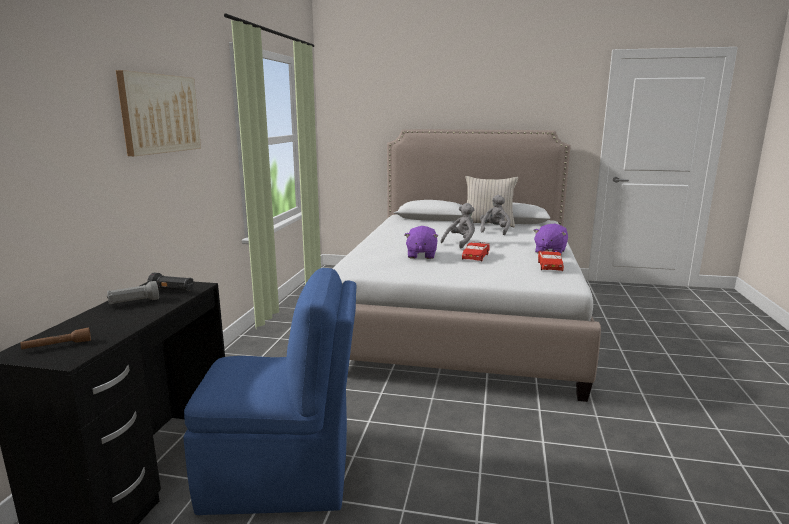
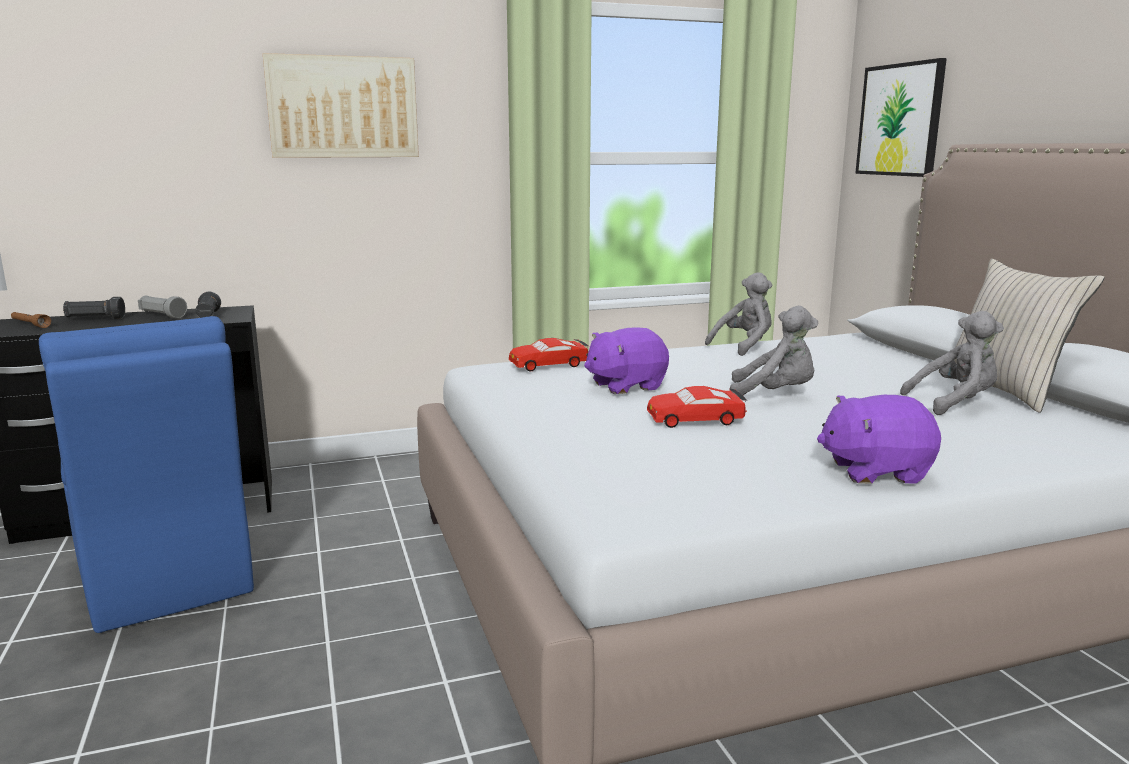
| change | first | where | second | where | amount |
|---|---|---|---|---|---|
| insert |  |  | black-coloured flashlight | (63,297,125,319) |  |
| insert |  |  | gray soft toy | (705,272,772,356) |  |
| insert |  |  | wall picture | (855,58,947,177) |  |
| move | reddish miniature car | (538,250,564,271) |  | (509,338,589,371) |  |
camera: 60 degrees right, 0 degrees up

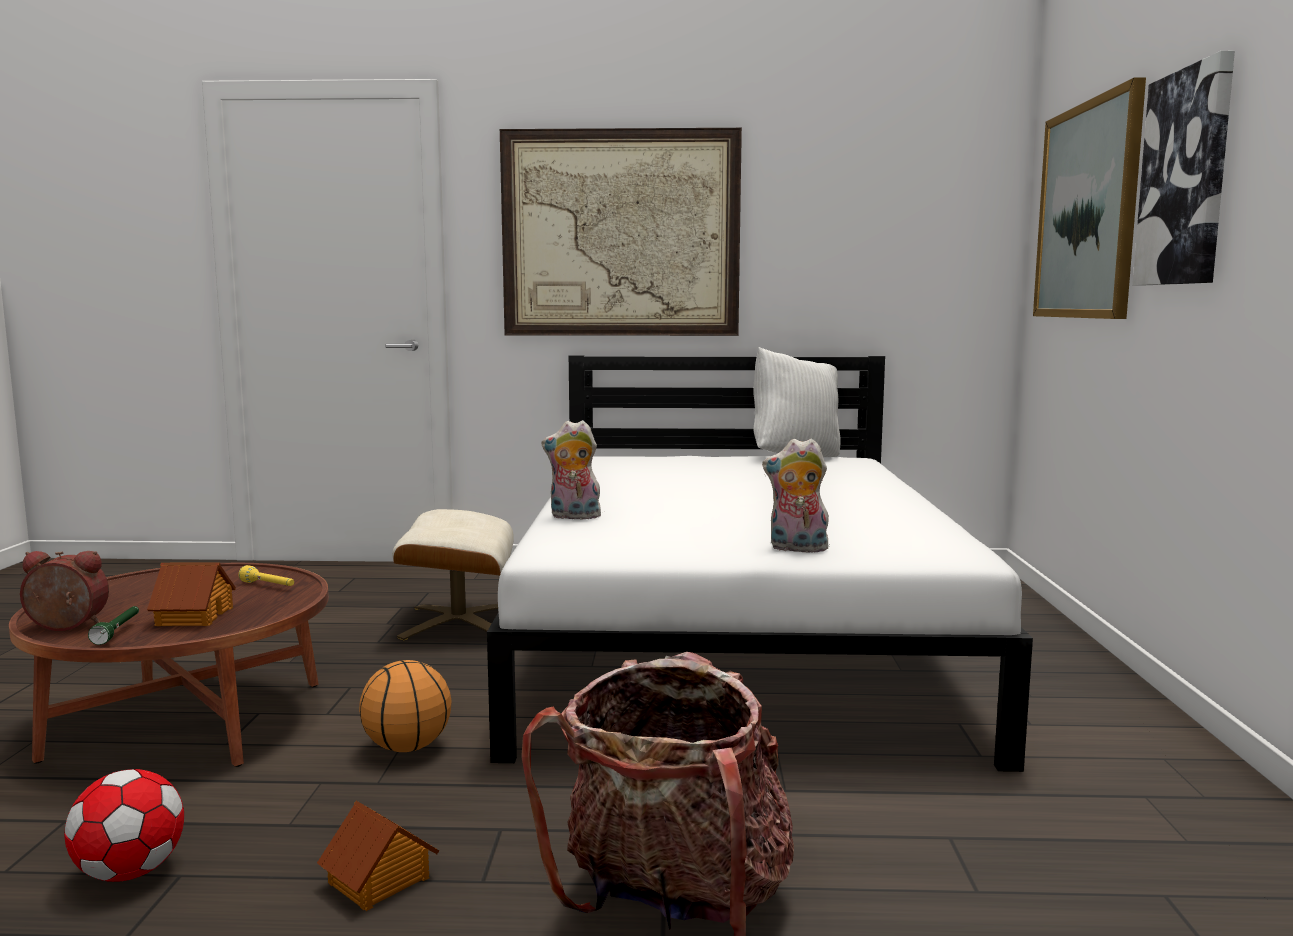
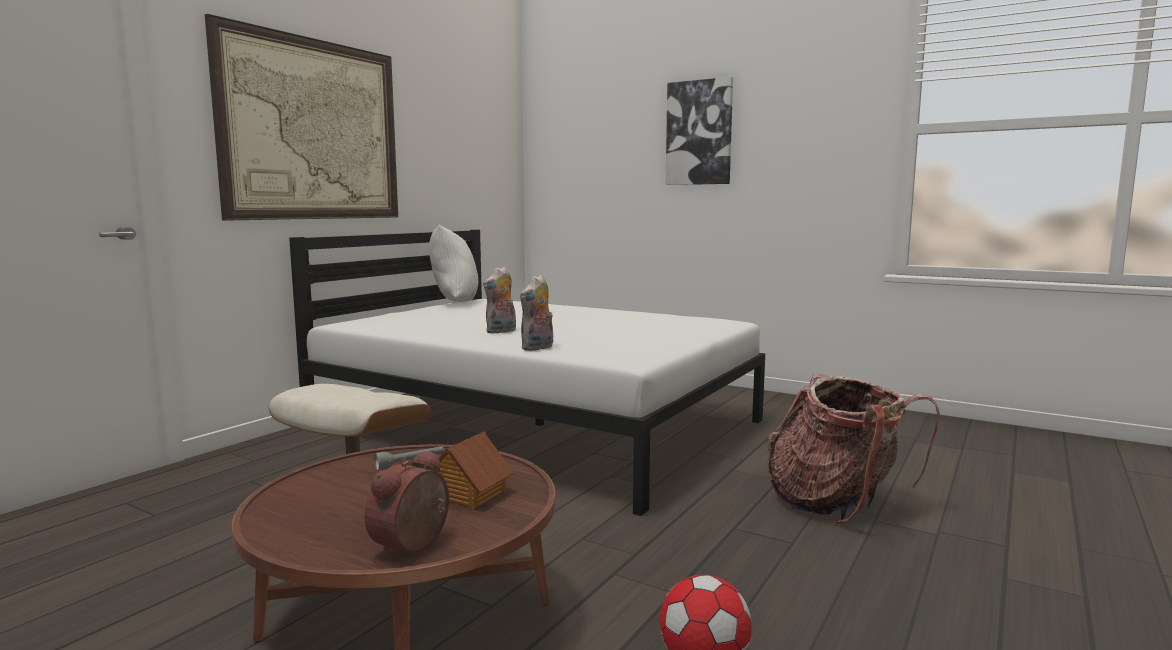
| change | first | where | second | where | amount |
|---|---|---|---|---|---|
| delete | green-coloured flashlight | (88,606,139,645) |  |  |  |
| delete | model house | (317,801,439,911) |  |  |  |
| delete | ball for basketball | (359,660,452,752) |  |  |  |
| delete | wall picture | (1033,77,1146,319) |  |  |  |
| move | soft toy | (762,439,830,552) |  | (483,267,516,334) |  |
| recolor | yellow-coloured flashlight | (239,565,294,586) | gray flashlight | (374,446,444,470) |  |
camera: 60 degrees left, 0 degrees up

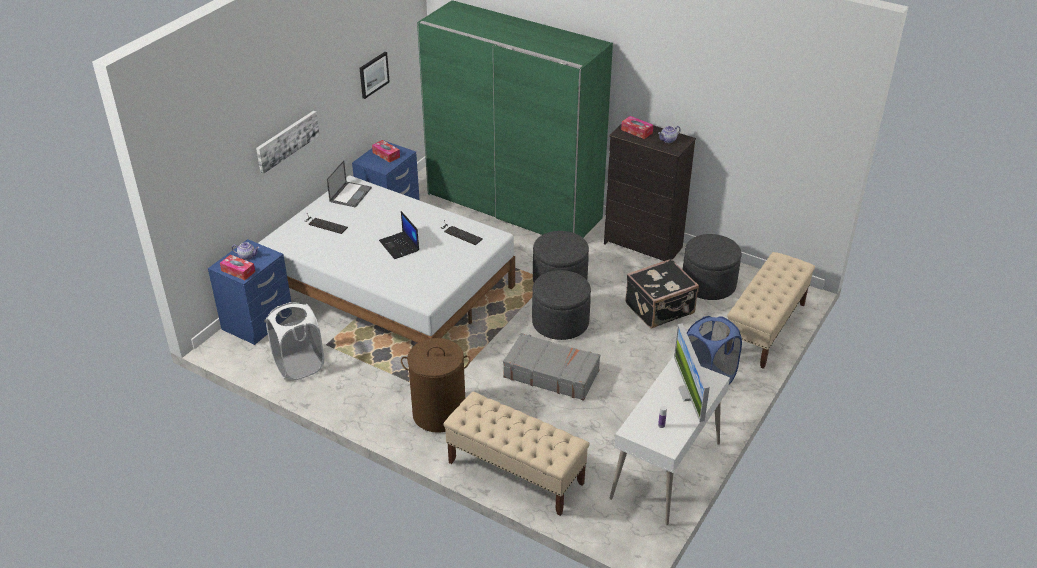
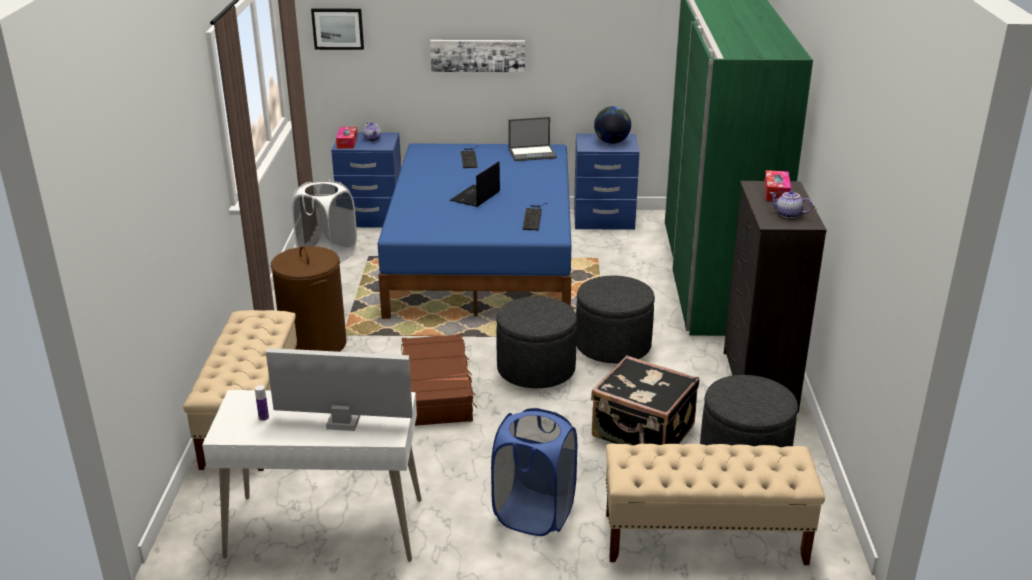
| change | first | where | second | where | amount |
|---|---|---|---|---|---|
| move | wall picture | (360,52,390,99) |  | (311,8,364,50) |  |
| replace | box of tissues | (372,140,400,163) | desk globe | (594,106,631,144) |  |
| recolor | white sleeping bed | (258,175,515,343) | blue-coloured sleeping bed | (378,143,571,319) |  |
| recolor | gray suitcase | (503,333,600,401) | brown suitcase | (401,334,477,426) |  |
| rotate | monitor | (674,323,710,422) |  | (266,348,413,431) | 45 degrees clockwise |
camera: 60 degrees right, 10 degrees down

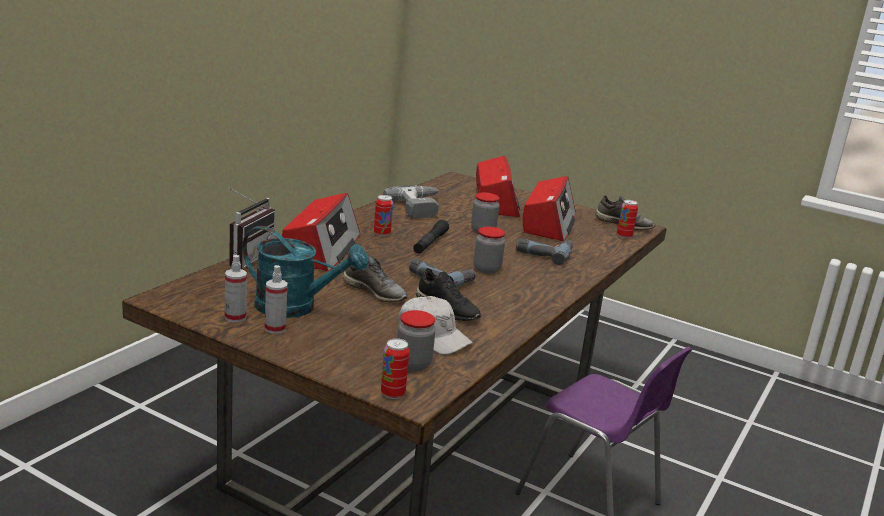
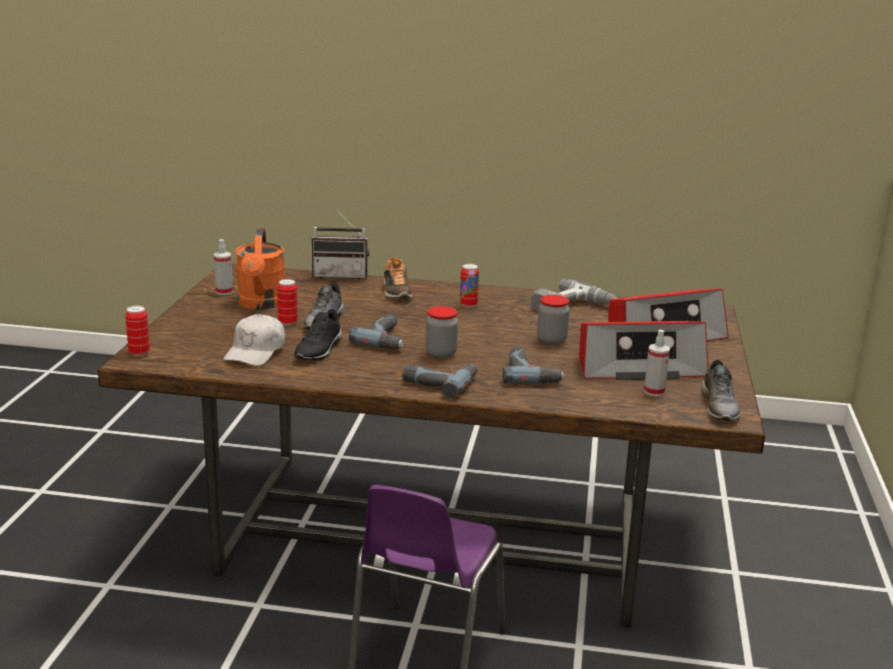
| change | first | where | second | where | amount |
|---|---|---|---|---|---|
| delete | storage jar | (397,310,436,372) |  |  |  |
| delete | black-coloured flashlight | (413,220,449,254) |  |  |  |
| insert |  |  | power drill | (402,363,477,398) |  |
| move | sprayer | (265,265,288,334) |  | (644,330,670,396) |  |
| move | metal can | (617,200,638,239) |  | (277,279,298,326) |  |
| replace | radio receiver | (282,193,360,271) | shoe | (384,257,412,299) |  |
| recolor | blue-green watering can | (242,226,368,318) | orangey watering can | (236,228,285,309) |  |
camera: 70 degrees right, 0 degrees up

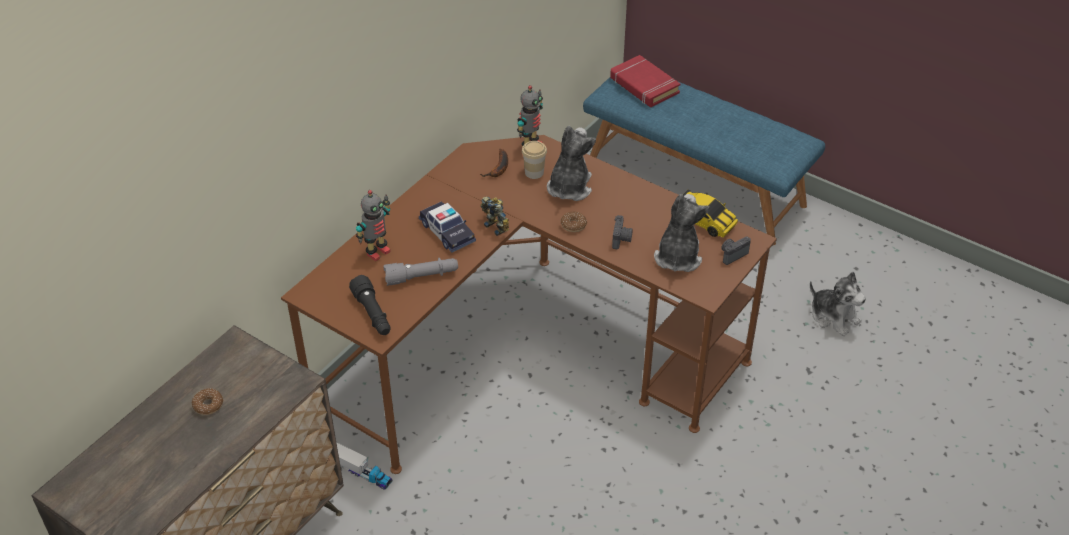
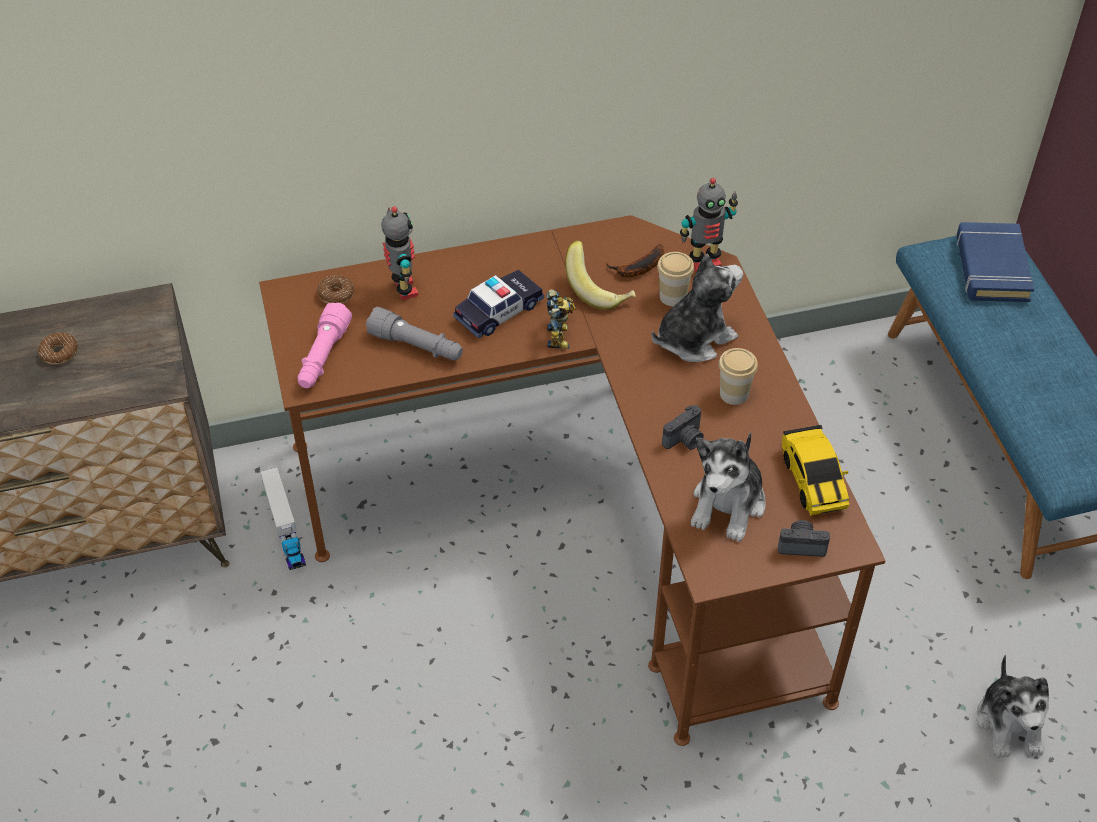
| change | first | where | second | where | amount |
|---|---|---|---|---|---|
| insert |  |  | whole banana | (565,241,636,310) |  |
| insert |  |  | small cup | (719,348,758,405) |  |
| move | ring doughnut | (561,212,587,232) |  | (317,275,354,304) |  |
| recolor | black-coloured flashlight | (349,275,391,335) | pinkish flashlight | (298,303,352,388) |  |
| recolor | reddish volume | (610,55,680,107) | blue-coloured volume | (957,222,1034,302) |  |
| rotate | robot figure | (356,190,391,261) |  | (381,206,418,300) | 105 degrees counterclockwise |
| rotate | miniature car | (419,201,476,252) |  | (453,270,544,339) | 135 degrees counterclockwise |
| rotate | soft toy | (654,194,710,272) |  | (691,432,766,542) | 150 degrees clockwise |
camera: 40 degrees right, 5 degrees up

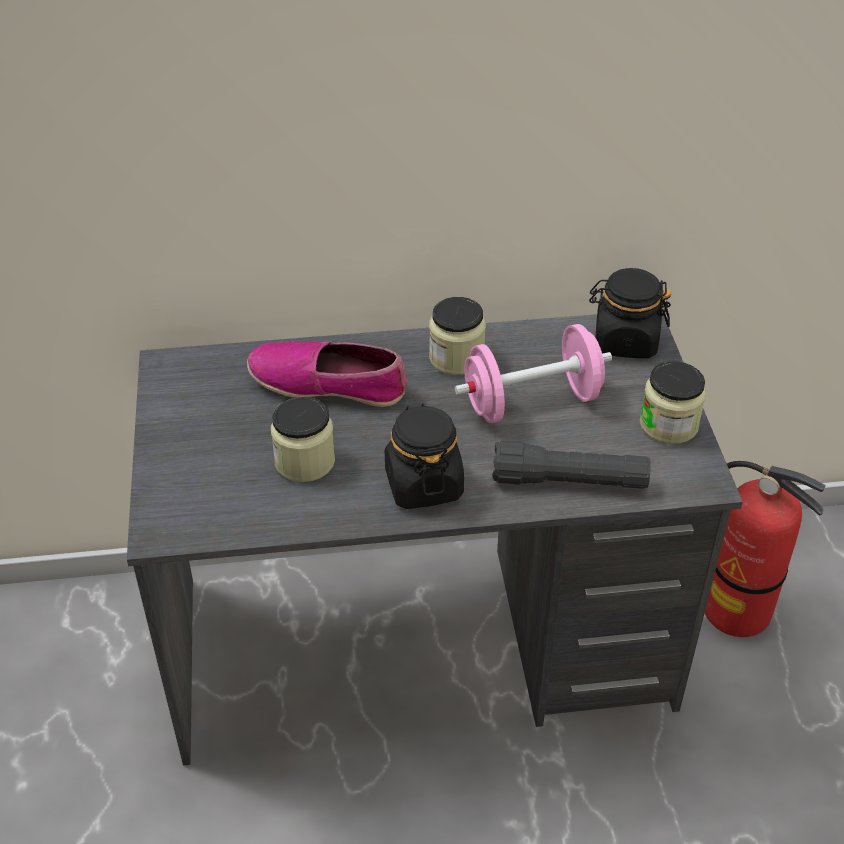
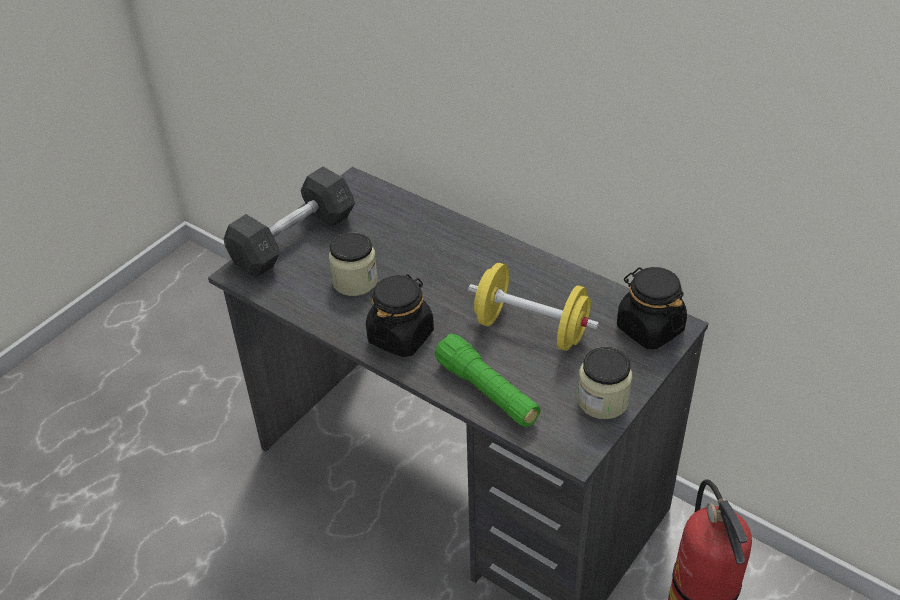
| change | first | where | second | where | amount |
|---|---|---|---|---|---|
| delete | shoe | (247,341,407,407) |  |  |  |
| delete | storage jar | (429,297,486,375) |  |  |  |
| insert |  |  | gray dumbbell | (224,166,355,278) |  |
| recolor | pinkish dumbbell | (455,324,612,423) | yellow-coloured dumbbell | (468,263,599,351) |  |
| recolor | black-coloured flashlight | (492,441,651,489) | green-coloured flashlight | (434,334,541,427) |  |
camera: 45 degrees right, 0 degrees up

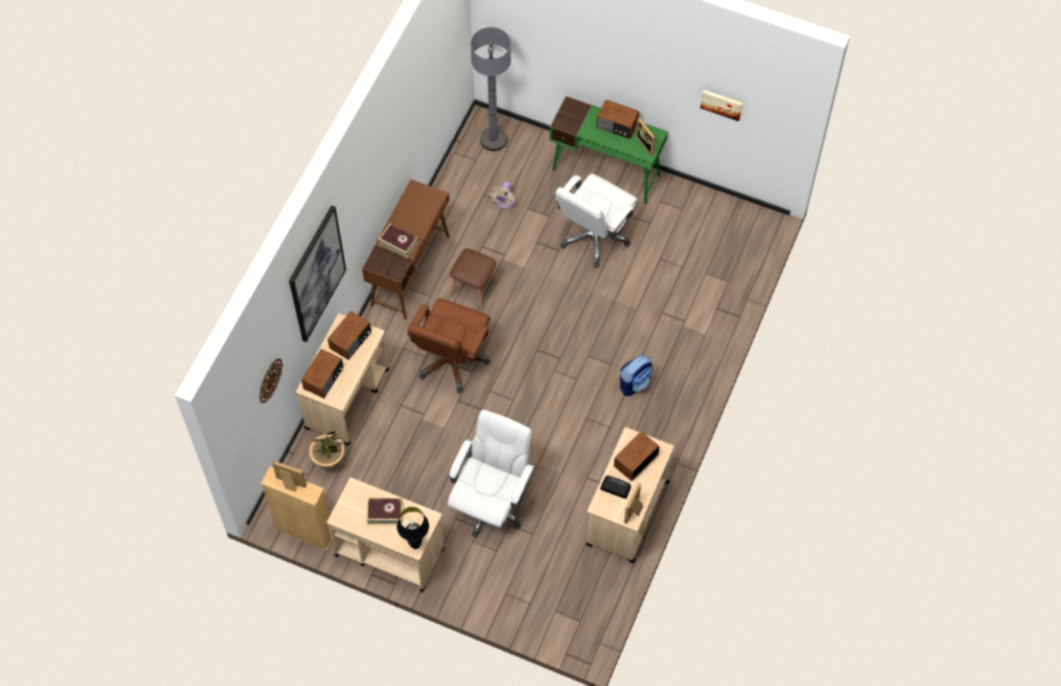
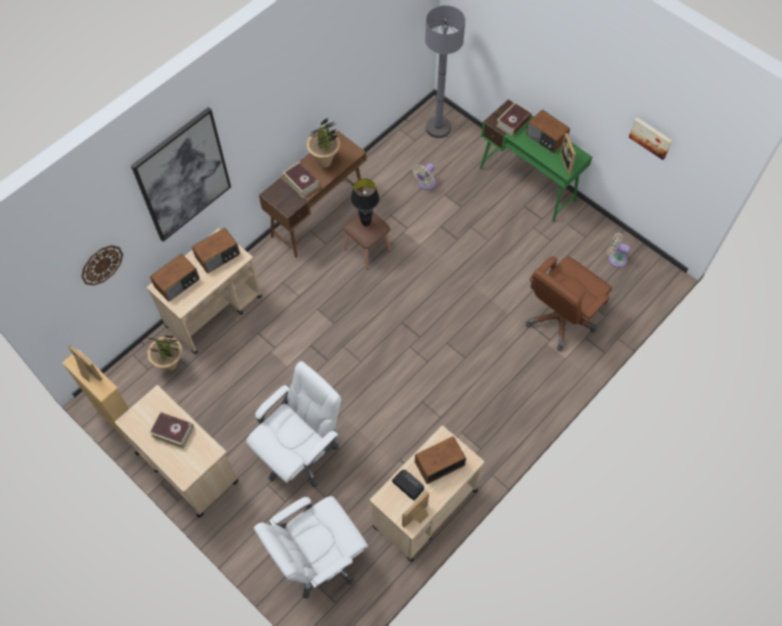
| change | first | where | second | where | amount |
|---|---|---|---|---|---|
| delete | backpack | (620,355,653,396) |  |  |  |
| insert |  |  | plant in a pot | (307,117,340,168) |  |
| insert |  |  | volume | (496,102,531,136) |  |
| insert |  |  | beige-coloured fan | (607,232,631,267) |  |
| move | black-coloured lamp for a table | (397,507,429,549) |  | (351,179,379,226) |  |
| move | brown computer chair | (407,298,490,393) |  | (526,256,612,351) |  |
| move | white computer chair | (555,174,638,267) |  | (254,496,368,599) |  |
camera: 20 degrees right, 0 degrees up

